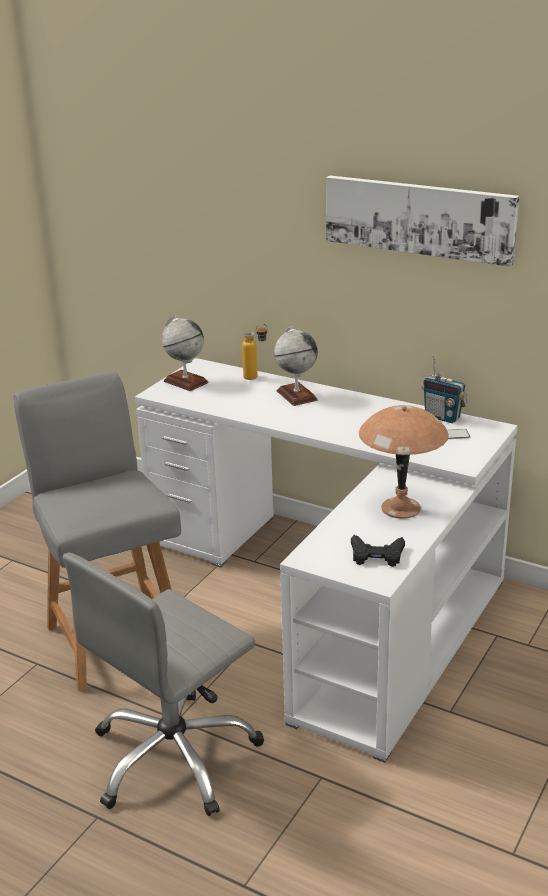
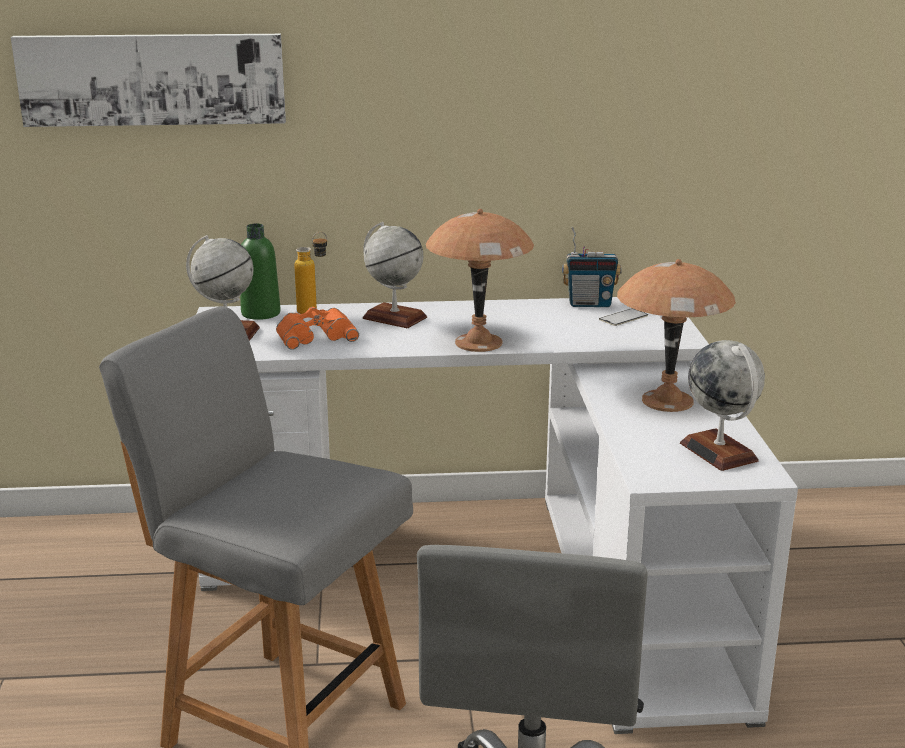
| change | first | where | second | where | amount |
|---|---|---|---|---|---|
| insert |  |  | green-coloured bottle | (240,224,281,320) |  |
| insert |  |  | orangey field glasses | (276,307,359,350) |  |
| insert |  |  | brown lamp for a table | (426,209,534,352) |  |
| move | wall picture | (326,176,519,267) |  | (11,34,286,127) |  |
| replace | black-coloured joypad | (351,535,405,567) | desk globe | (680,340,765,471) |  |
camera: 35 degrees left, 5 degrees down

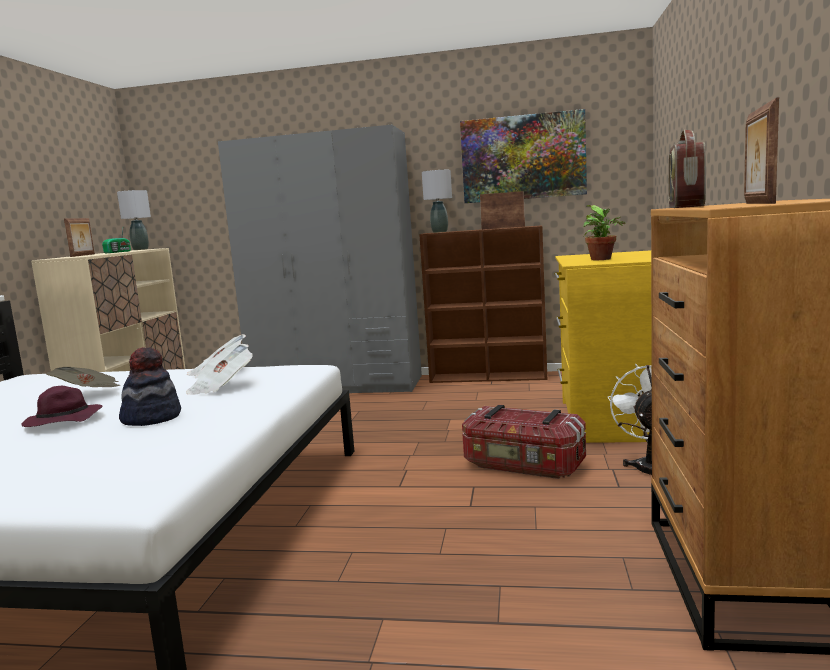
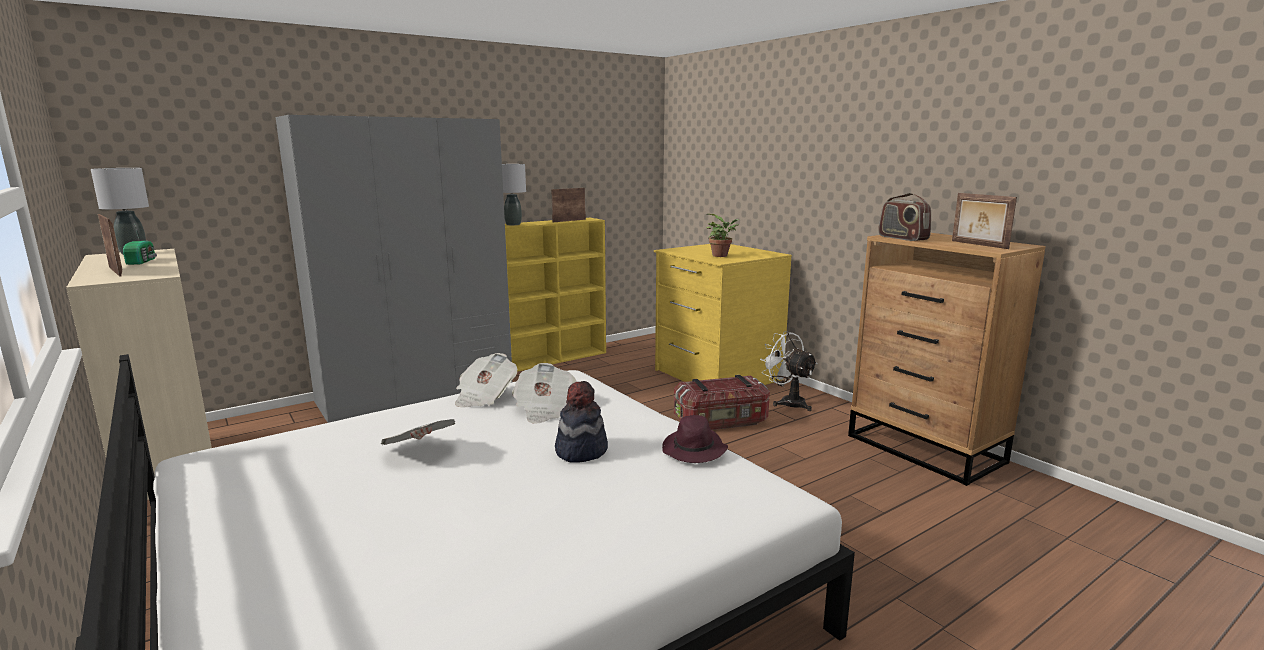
| change | first | where | second | where | amount |
|---|---|---|---|---|---|
| delete | wall picture | (460,109,587,203) |  |  |  |
| move | purple-coloured clothing hat | (22,386,102,427) |  | (662,415,728,463) |  |
| recolor | brown bookshelf | (419,226,547,383) | yellow-coloured bookshelf | (505,218,606,372) |  |
camera: 45 degrees left, 5 degrees up

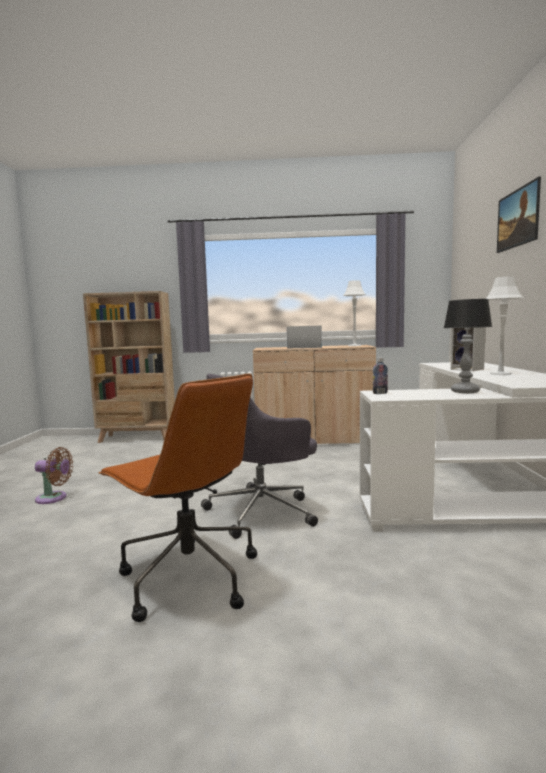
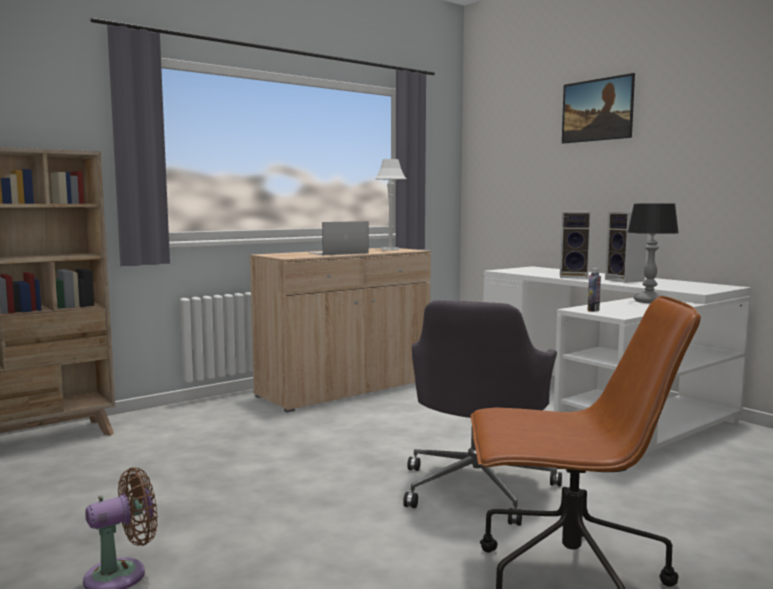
| change | first | where | second | where | amount |
|---|---|---|---|---|---|
| replace | white lamp for a table | (486,276,523,375) | audio speaker | (605,212,647,283) |  |
camera: 40 degrees left, 0 degrees up

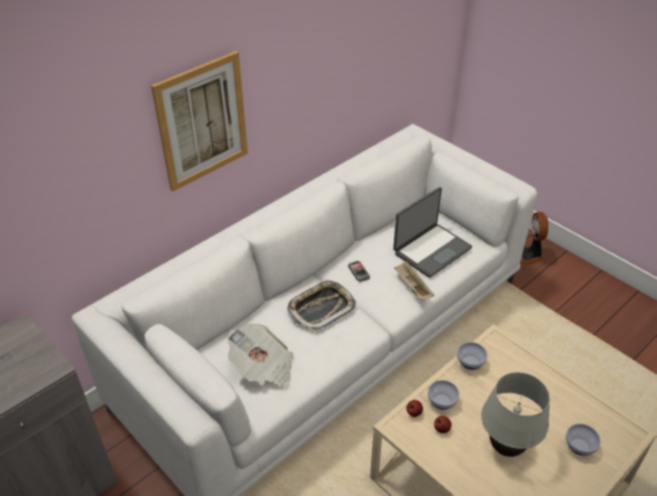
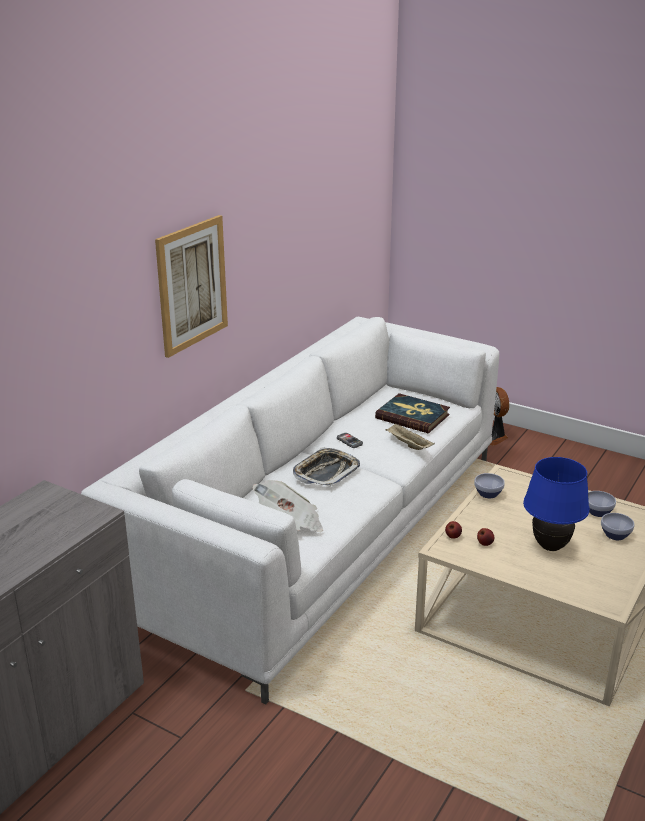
| change | first | where | second | where | amount |
|---|---|---|---|---|---|
| move | bowl | (428,380,459,410) |  | (588,491,616,517) |  |
| replace | portable computer | (393,187,472,278) | volume | (375,393,450,434) |  |
| recolor | white lamp for a table | (481,372,550,457) | blue-coloured lamp for a table | (523,457,589,551) |  |
camera: 15 degrees left, 15 degrees down

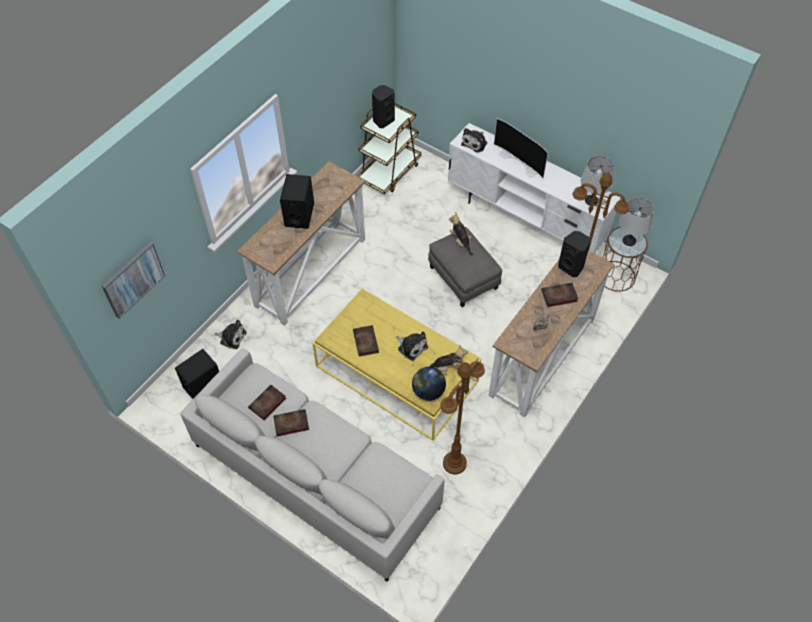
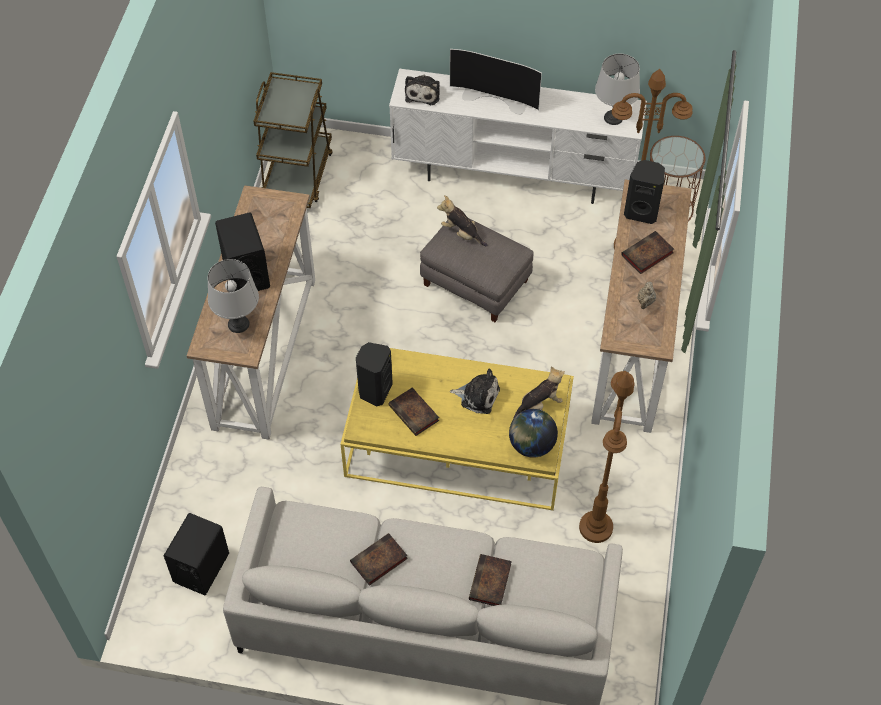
| change | first | where | second | where | amount |
|---|---|---|---|---|---|
| delete | wall picture | (102,242,165,319) |  |  |  |
| delete | soft toy | (214,320,246,349) |  |  |  |
| move | volume | (248,384,286,420) |  | (469,554,512,606) |  |
| move | black-coloured audio speaker | (372,85,395,128) |  | (356,342,393,406) |  |
| move | gray lamp for a table | (619,198,654,246) |  | (208,259,259,333) |  |
camera: 25 degrees left, 0 degrees up

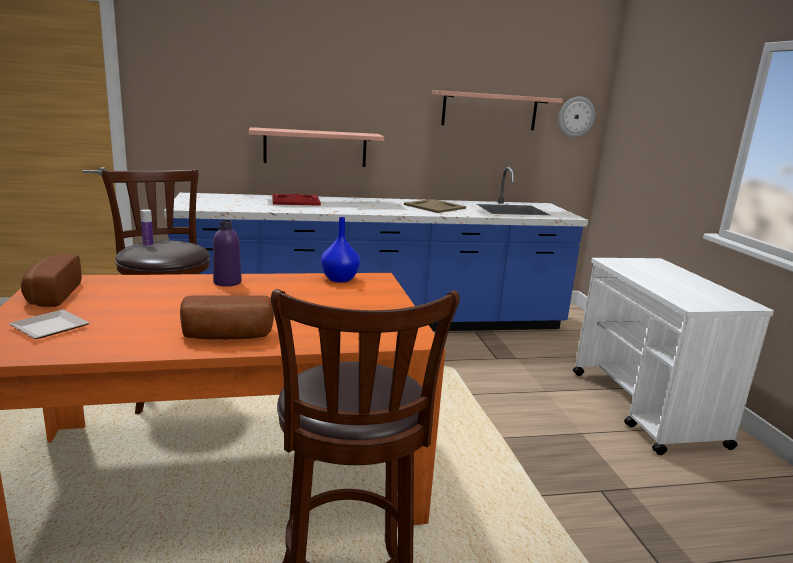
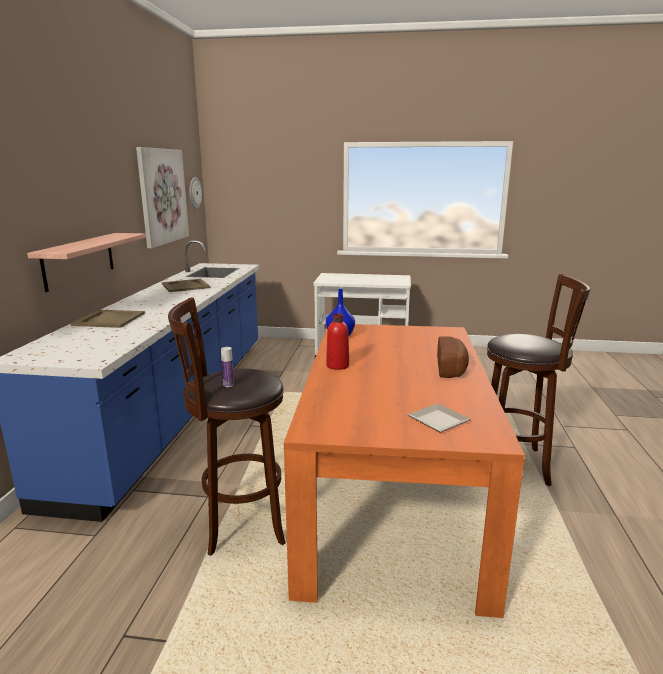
| change | first | where | second | where | amount |
|---|---|---|---|---|---|
| delete | baked bread | (21,254,82,307) |  |  |  |
| replace | bracket shelf | (432,90,563,130) | wall picture | (136,147,189,248) |  |
| recolor | purple-coloured bottle | (213,220,241,287) | reddish bottle | (326,313,349,370) |  |
| recolor | reddish carrying tray | (272,193,321,206) | beige-coloured carrying tray | (71,310,145,328) |  |
camera: 70 degrees left, 0 degrees up

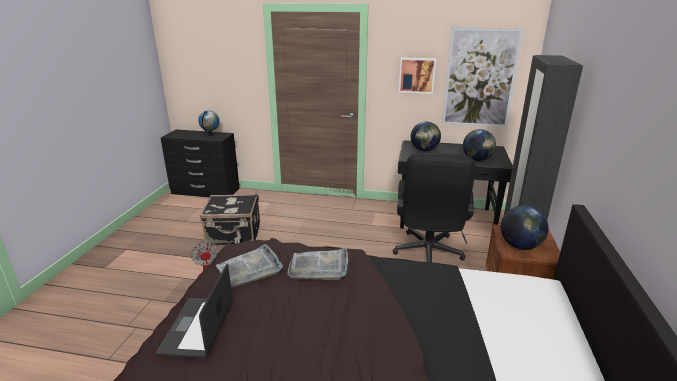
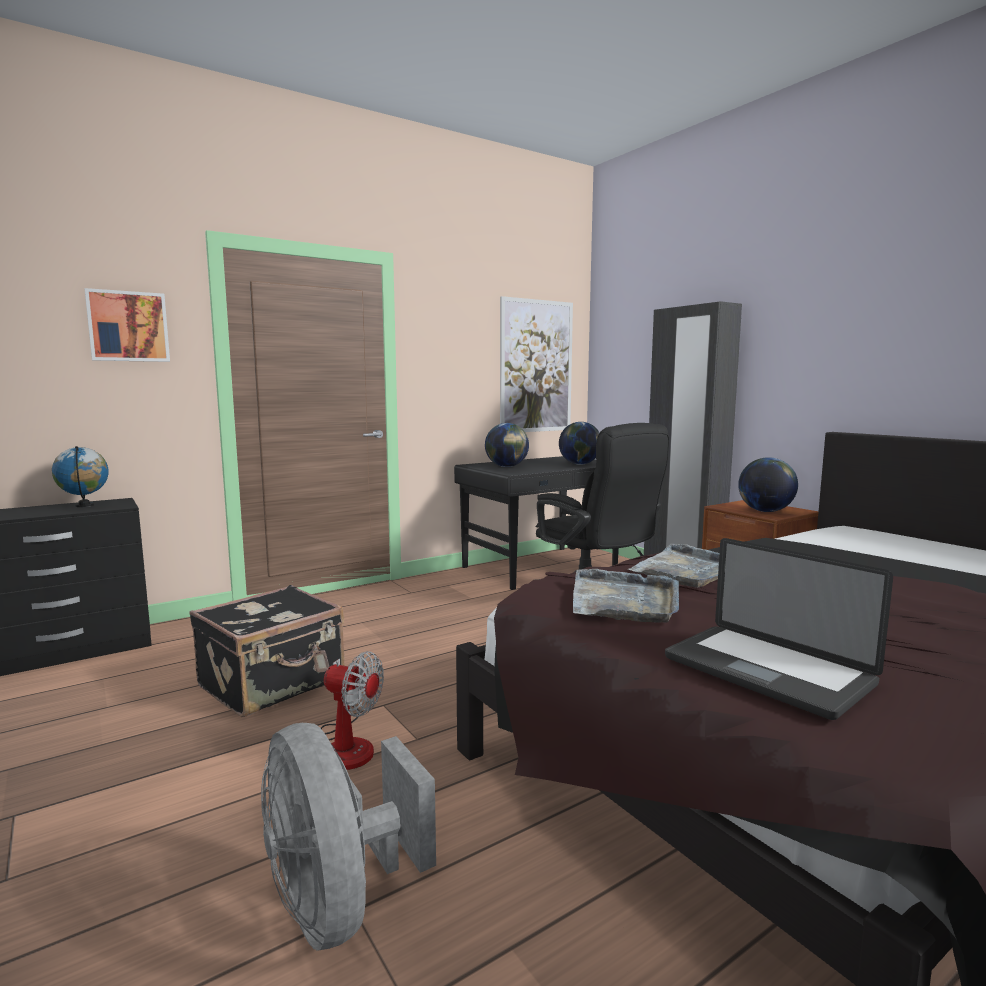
| change | first | where | second | where | amount |
|---|---|---|---|---|---|
| insert |  |  | gray fan | (261,723,436,951) |  |
| move | wall picture | (399,57,436,94) |  | (85,288,170,362) |  |
camera: 45 degrees left, 15 degrees down

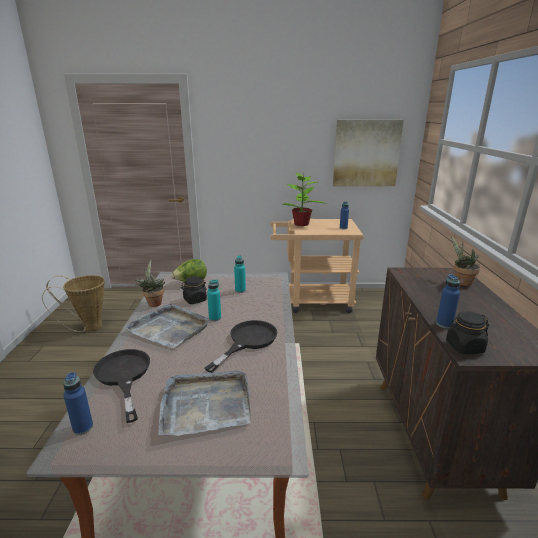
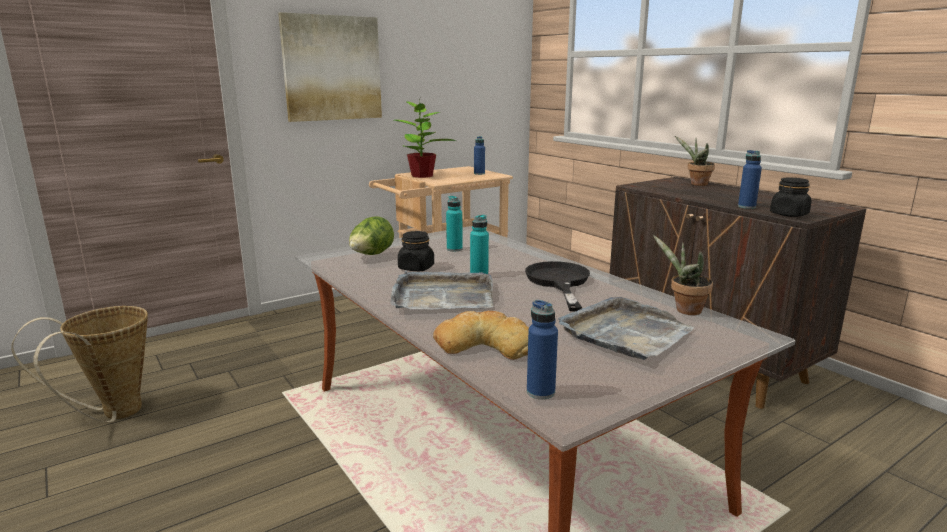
| change | first | where | second | where | amount |
|---|---|---|---|---|---|
| move | plant in a pot | (136,260,165,307) |  | (653,235,713,315) |  |
| move | wall picture | (333,120,404,186) |  | (278,12,382,122) |  |
| replace | black-coloured skillet | (93,349,150,423) | baked bread | (433,311,529,360) |  |
camera: 35 degrees left, 5 degrees down

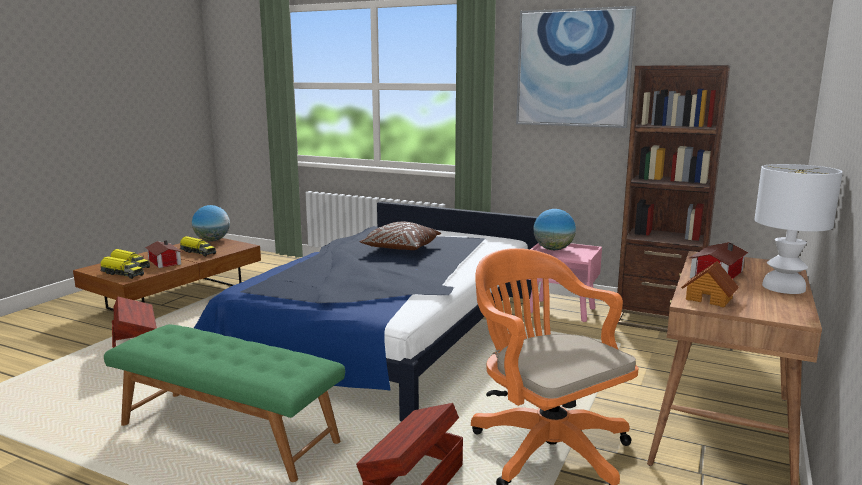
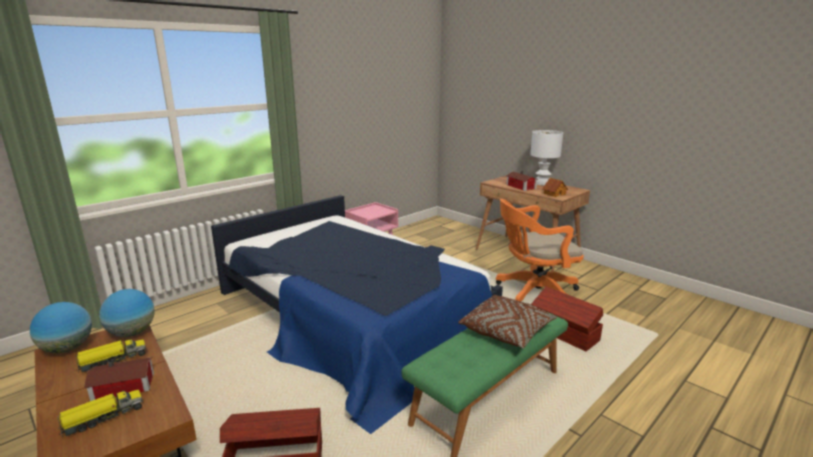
| change | first | where | second | where | amount |
|---|---|---|---|---|---|
| delete | toy lorry | (100,256,144,279) |  |  |  |
| delete | wall picture | (516,6,637,128) |  |  |  |
| delete | brown bookshelf | (617,65,730,332) |  |  |  |
| move | brown cushion | (359,222,441,250) |  | (458,295,557,348) |  |
| move | desk globe | (533,209,576,250) |  | (99,289,154,337) |  |
camera: 70 degrees left, 5 degrees up

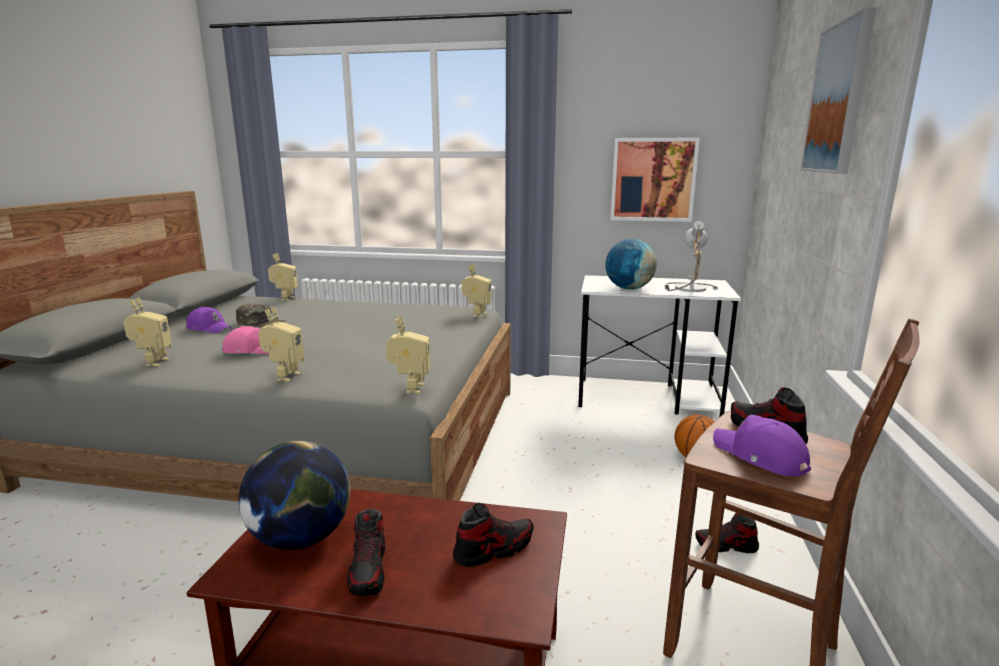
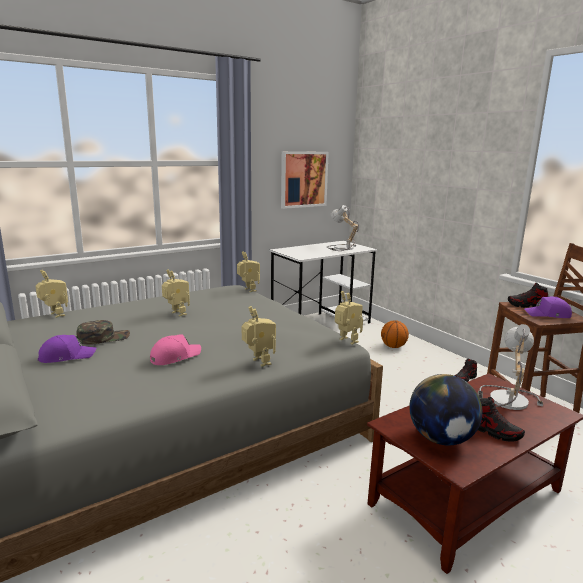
| change | first | where | second | where | amount |
|---|---|---|---|---|---|
| delete | desk globe | (605,239,657,290) |  |  |  |
| delete | wall picture | (800,7,877,174) |  |  |  |
| move | robot figure | (123,297,172,367) |  | (162,269,190,316) |  |
| replace | shoe | (453,503,534,567) | lamp for a table | (478,324,543,410) |  |
camera: 45 degrees left, 0 degrees up

